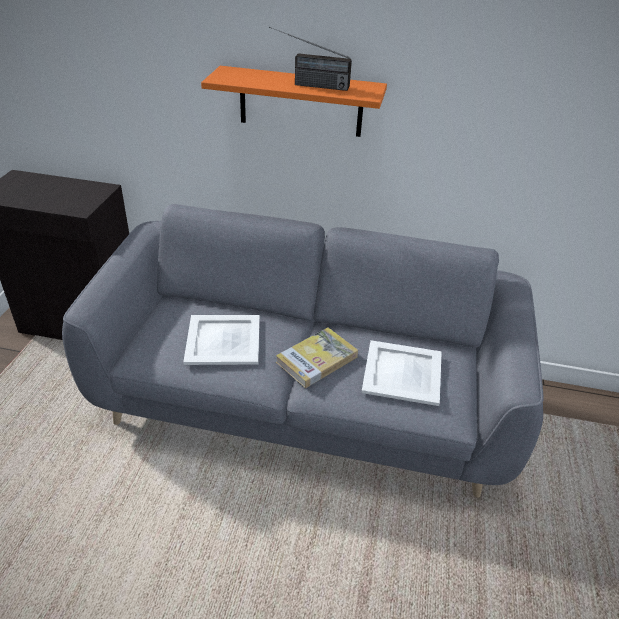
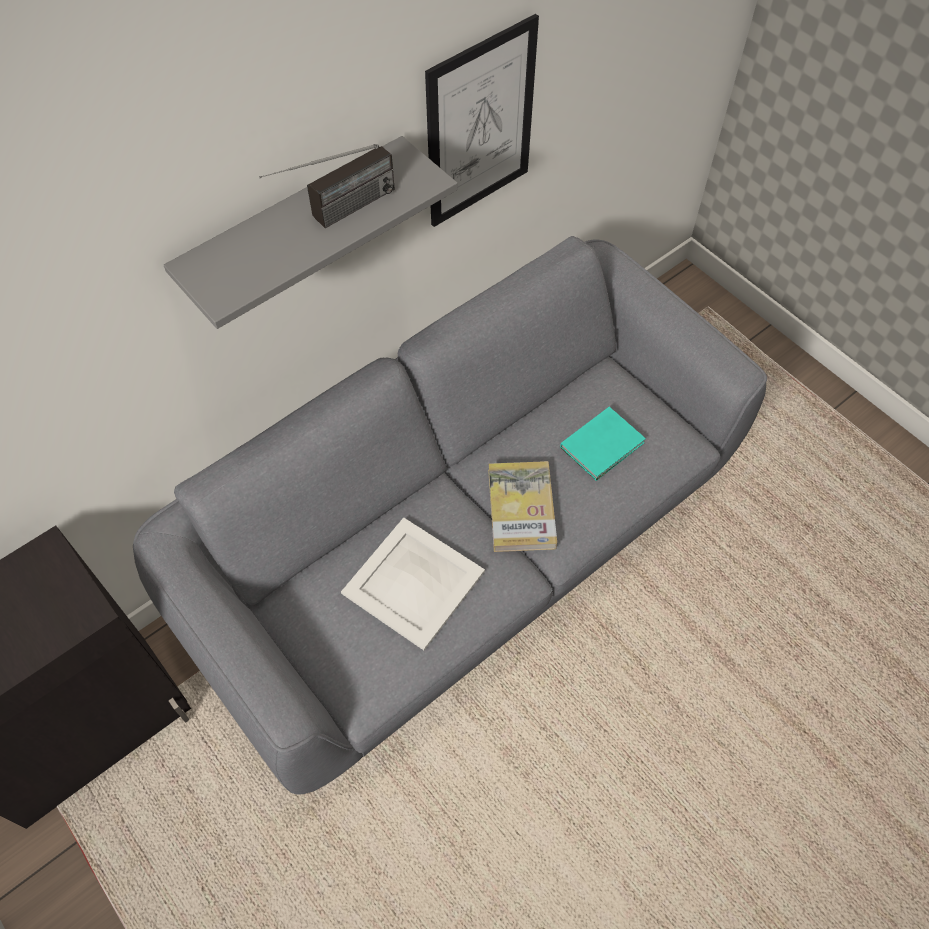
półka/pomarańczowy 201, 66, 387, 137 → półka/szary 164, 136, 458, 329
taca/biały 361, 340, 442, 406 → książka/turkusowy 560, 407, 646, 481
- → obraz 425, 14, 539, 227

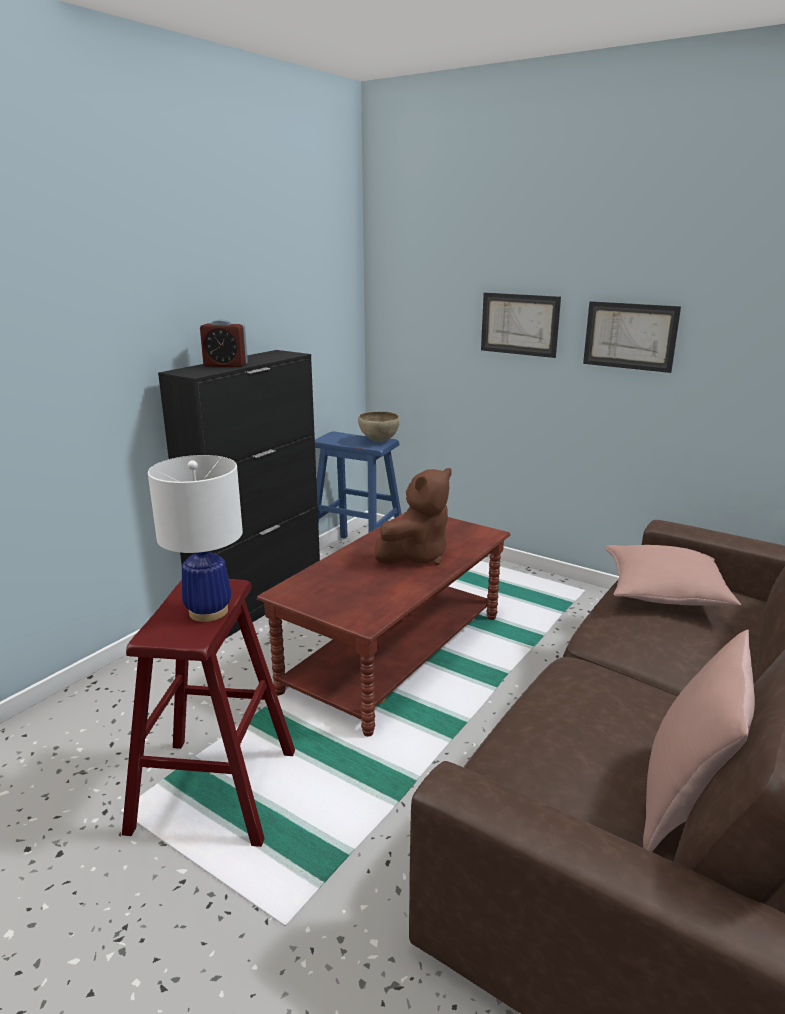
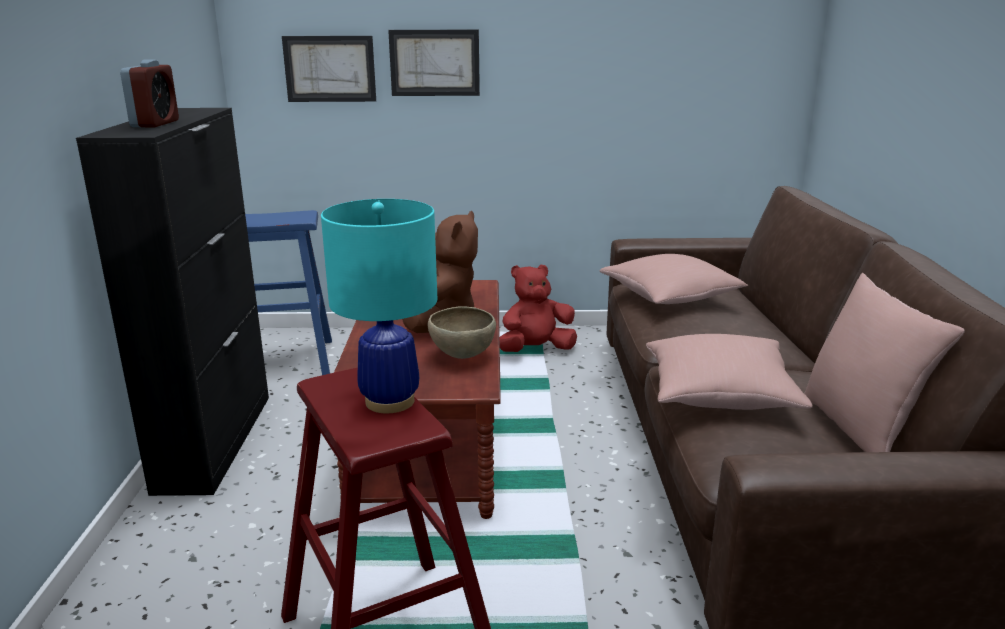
lampa stołowa/biały 148, 455, 243, 622 → lampa stołowa/turkusowy 321, 199, 437, 413
budzik 200, 319, 248, 367 → budzik 120, 60, 179, 127, 60 degrees counterclockwise
miska/brązowy 358, 411, 400, 442 → miska/brązowy 427, 306, 496, 359, relocated
obraz 583, 301, 681, 373 → obraz 282, 36, 376, 102, relocated
- → pluszak/czerwony 500, 265, 577, 352
- → poduszka/różowy 646, 334, 813, 410

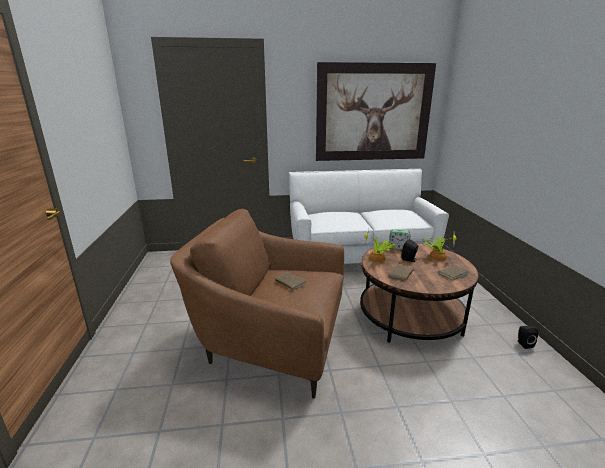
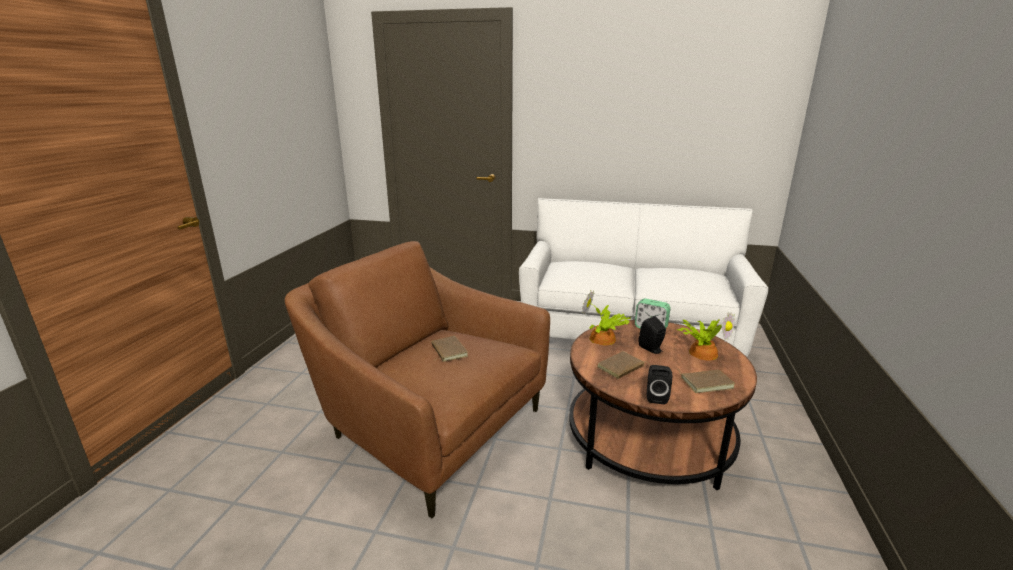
obraz 316, 62, 436, 161 → -
głośnik/czarny 518, 326, 538, 349 → głośnik/czarny 647, 365, 672, 404, relocated

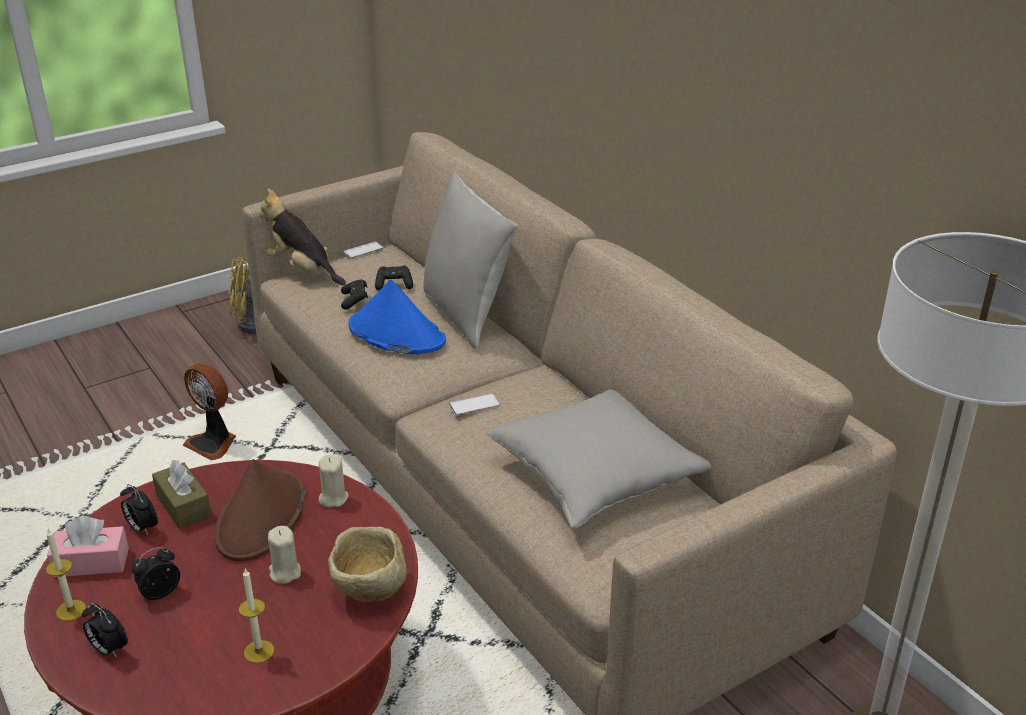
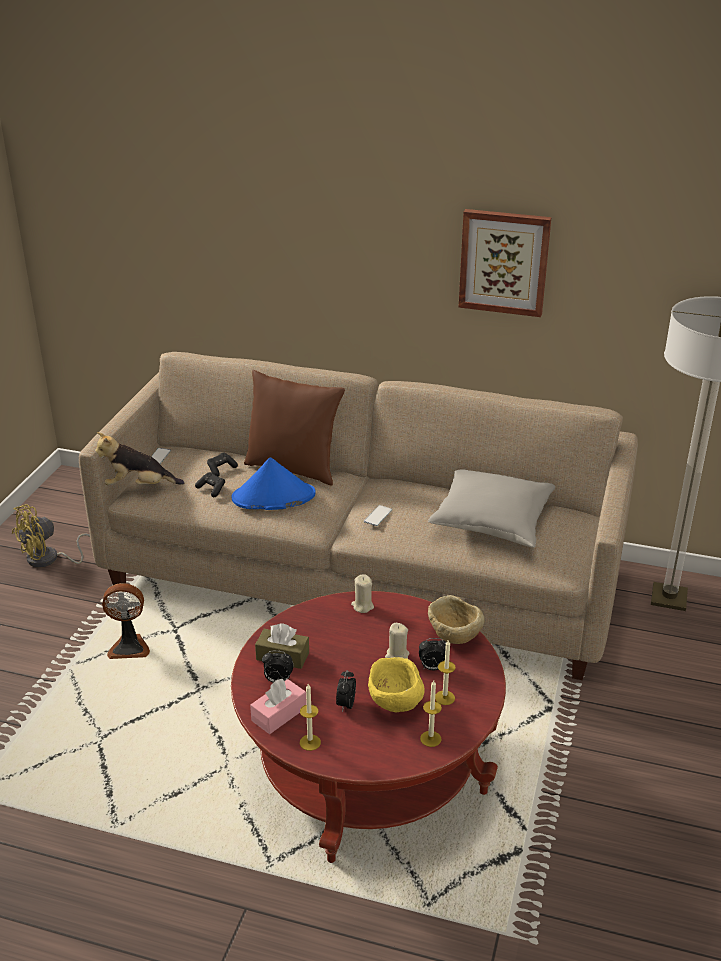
budzik 82, 603, 128, 658 → budzik 419, 638, 446, 670, relocated
kapelusz/brązowy 214, 459, 305, 561 → -
poduszka/szary 423, 172, 518, 349 → poduszka/brązowy 244, 370, 345, 485
- → miska/żółty 368, 657, 425, 712
- → świeca 420, 680, 442, 747
- → obraz 458, 209, 552, 317

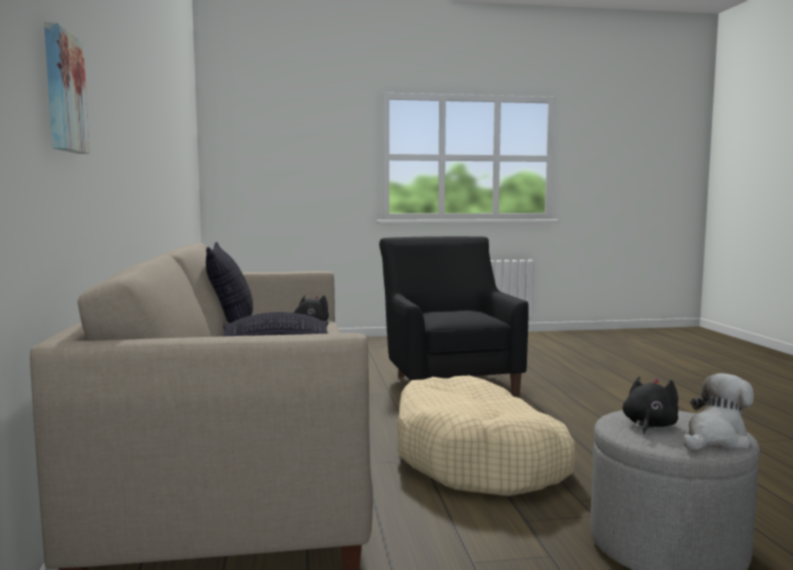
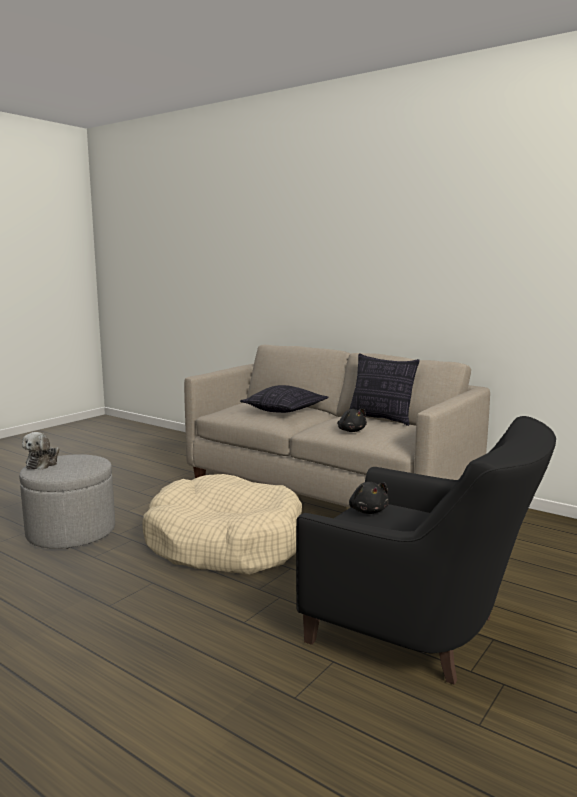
obraz 44, 22, 90, 154 → -
pluszak/czarny 623, 376, 678, 434 → pluszak/czarny 349, 482, 389, 514, relocated

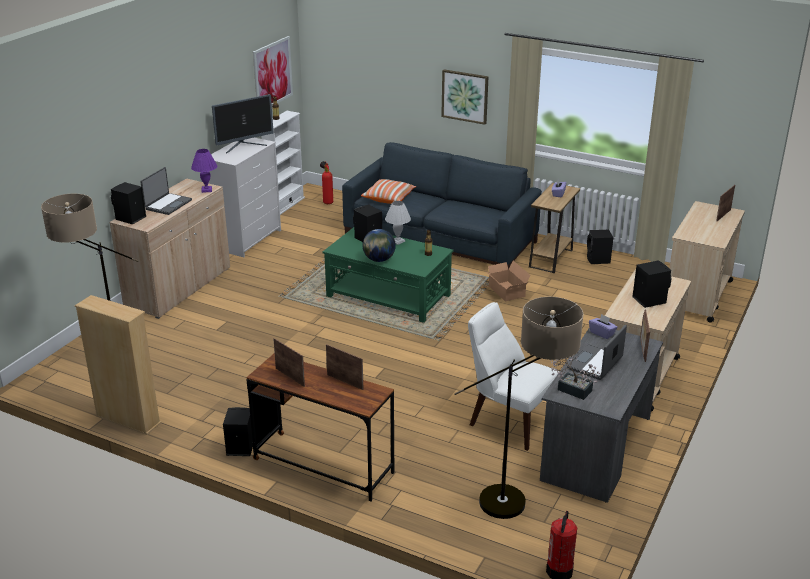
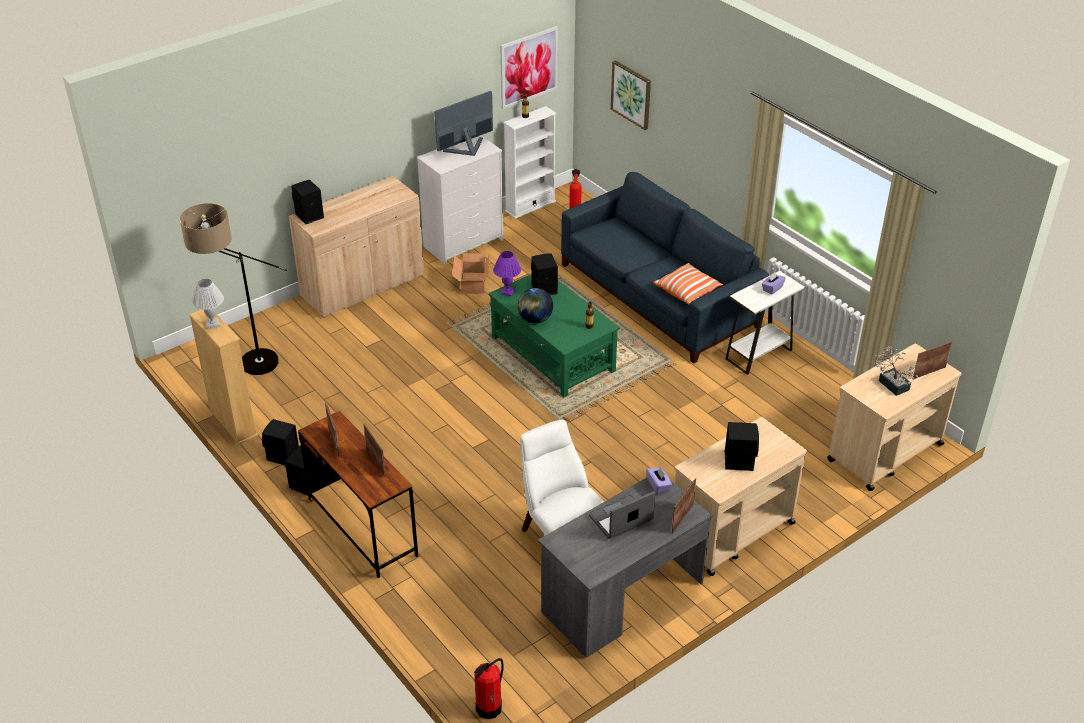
laptop 140, 167, 192, 215 → -
lampa stołowa/fioletowy 191, 149, 217, 193 → lampa stołowa/fioletowy 493, 251, 521, 296, relocated
monitor 212, 94, 274, 153 → monitor 434, 91, 493, 156, 150 degrees clockwise
poduszka 361, 179, 416, 204 → poduszka 653, 263, 723, 304, relocated
lampa stołowa/biały 385, 201, 411, 245 → lampa stołowa/biały 192, 279, 224, 329, relocated
obraz 441, 69, 489, 125 → obraz 611, 60, 651, 130, relocated
lampa stojąca 454, 297, 584, 519 → -
karton 483, 261, 530, 302 → karton 452, 254, 490, 294, relocated
stolik/brązowy 529, 183, 580, 273 → stolik/biały 725, 271, 805, 375
roślina doniczkowa 550, 352, 600, 400 → roślina doniczkowa 875, 344, 919, 396, relocated
głośnik/czarny 587, 230, 613, 264 → głośnik/czarny 262, 419, 299, 465, relocated

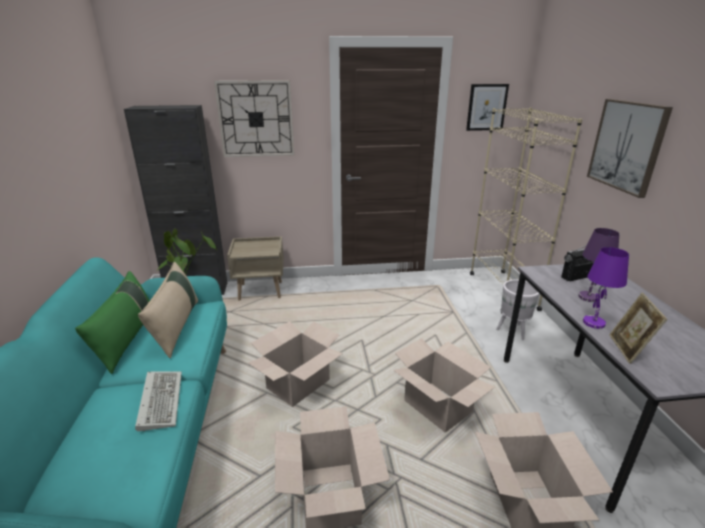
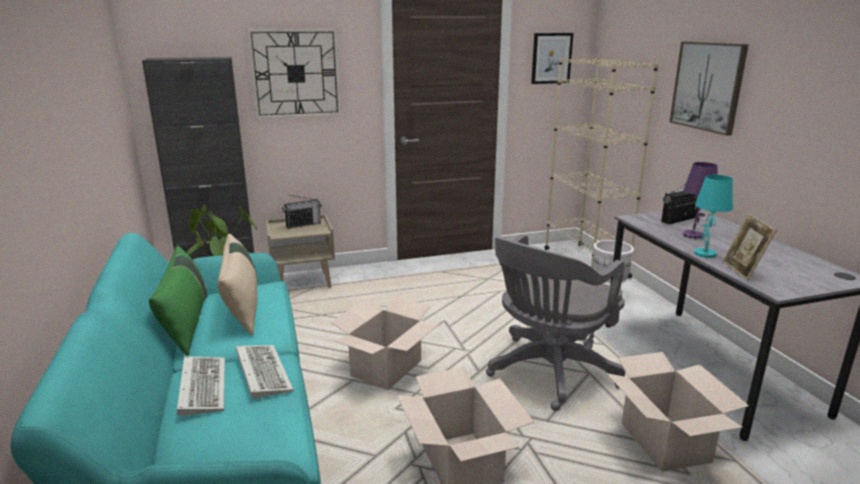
karton 393, 338, 495, 433 → krzesło biurowe/szary 486, 234, 625, 411
lampa stołowa/fioletowy 583, 247, 629, 329 → lampa stołowa/turkusowy 694, 175, 733, 258
- → klawiatura 177, 356, 225, 417
- → radio 282, 194, 322, 229

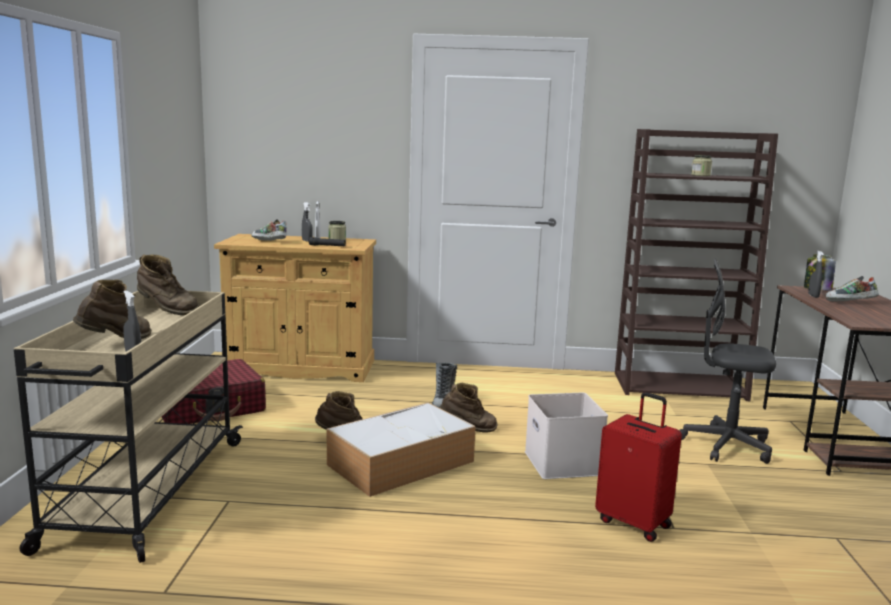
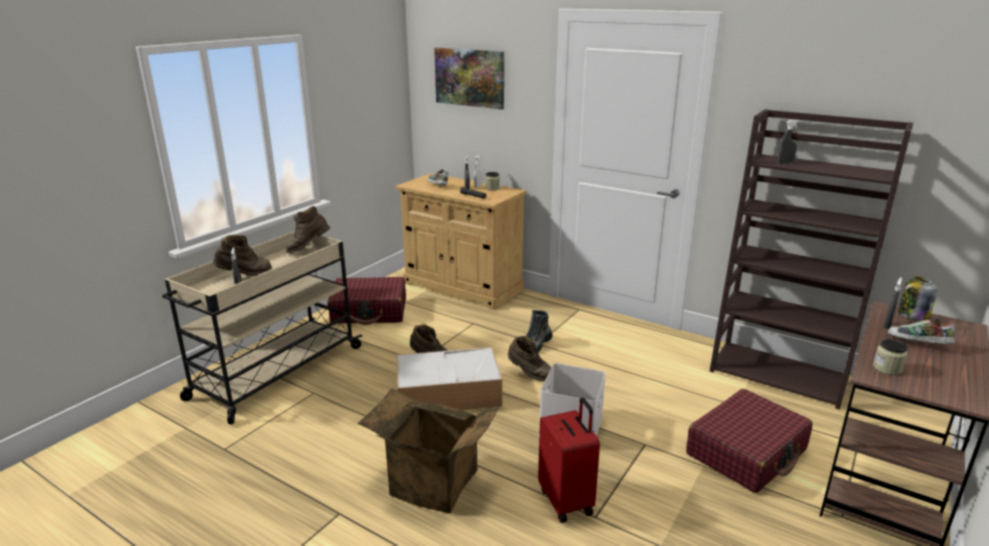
but z cholewką/brązowy 137, 254, 200, 315 → but z cholewką/brązowy 286, 206, 330, 253, 90 degrees clockwise
krzesło biurowe/szary 679, 258, 776, 464 → walizka/czerwony 686, 389, 813, 493
słoik 691, 155, 712, 176 → słoik 873, 339, 907, 375, relocated
- → karton 357, 389, 499, 513
- → obraz 434, 48, 504, 109
- → spryskiwacz/szary 777, 120, 800, 164

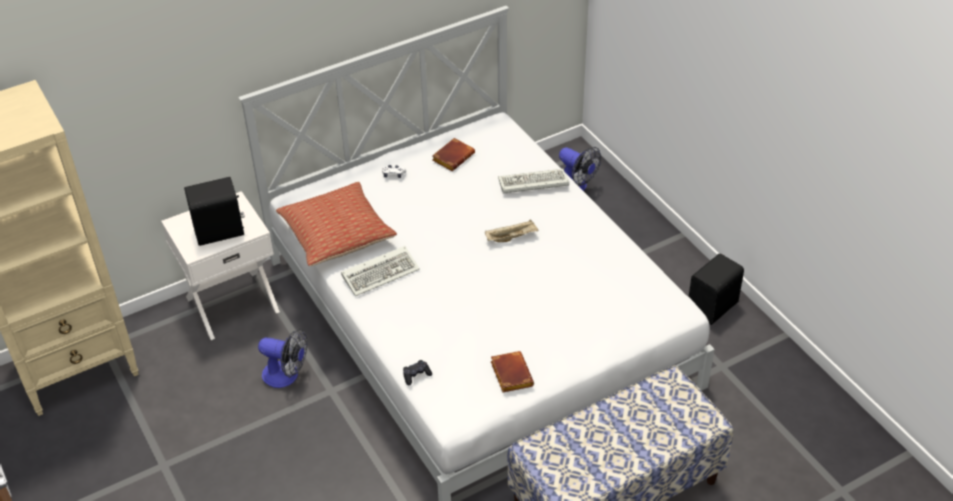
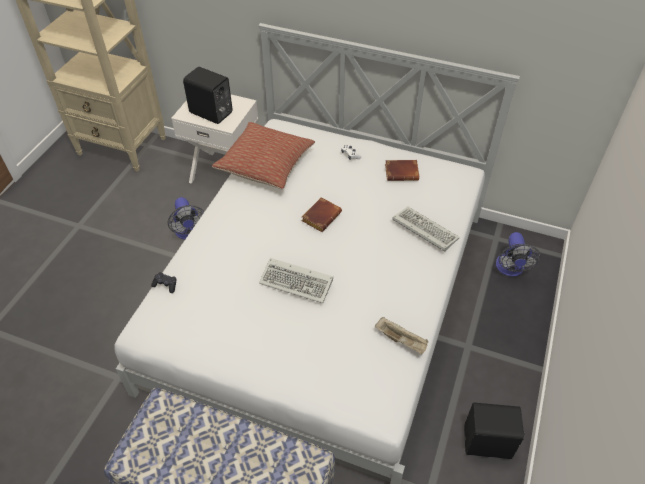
klawiatura 341, 246, 420, 296 → klawiatura 259, 258, 333, 303, relocated
taca/beżowy 485, 219, 539, 242 → taca/beżowy 375, 317, 428, 355, relocated
książka/brązowy 490, 351, 534, 392 → książka/brązowy 301, 197, 342, 232, relocated

